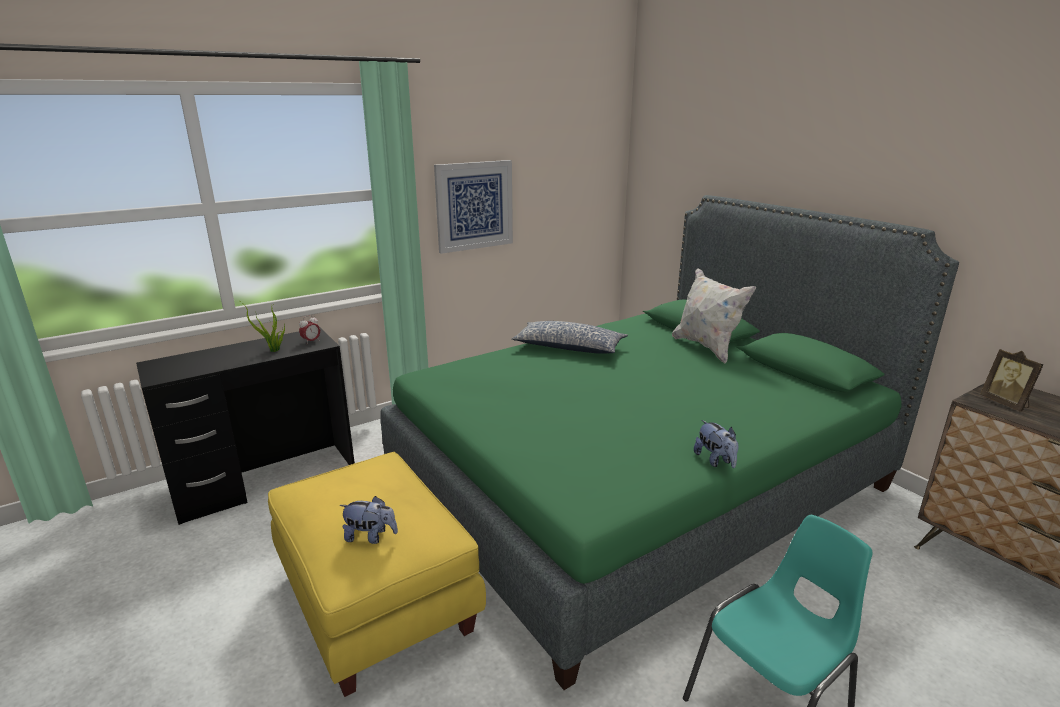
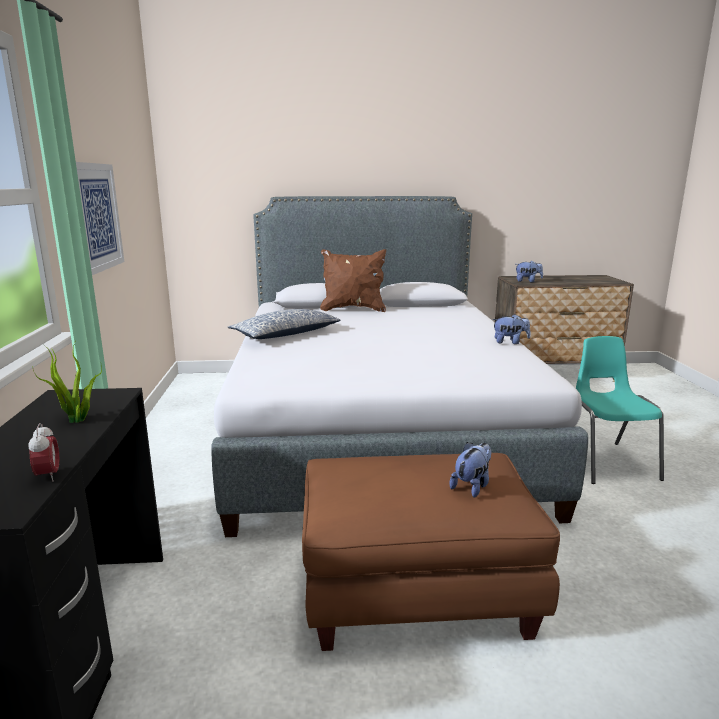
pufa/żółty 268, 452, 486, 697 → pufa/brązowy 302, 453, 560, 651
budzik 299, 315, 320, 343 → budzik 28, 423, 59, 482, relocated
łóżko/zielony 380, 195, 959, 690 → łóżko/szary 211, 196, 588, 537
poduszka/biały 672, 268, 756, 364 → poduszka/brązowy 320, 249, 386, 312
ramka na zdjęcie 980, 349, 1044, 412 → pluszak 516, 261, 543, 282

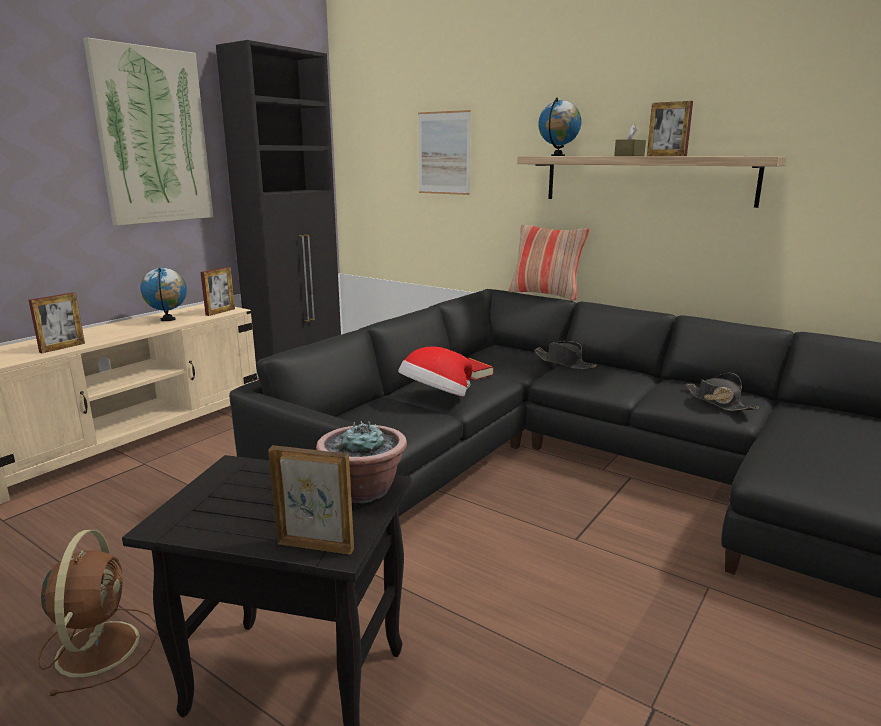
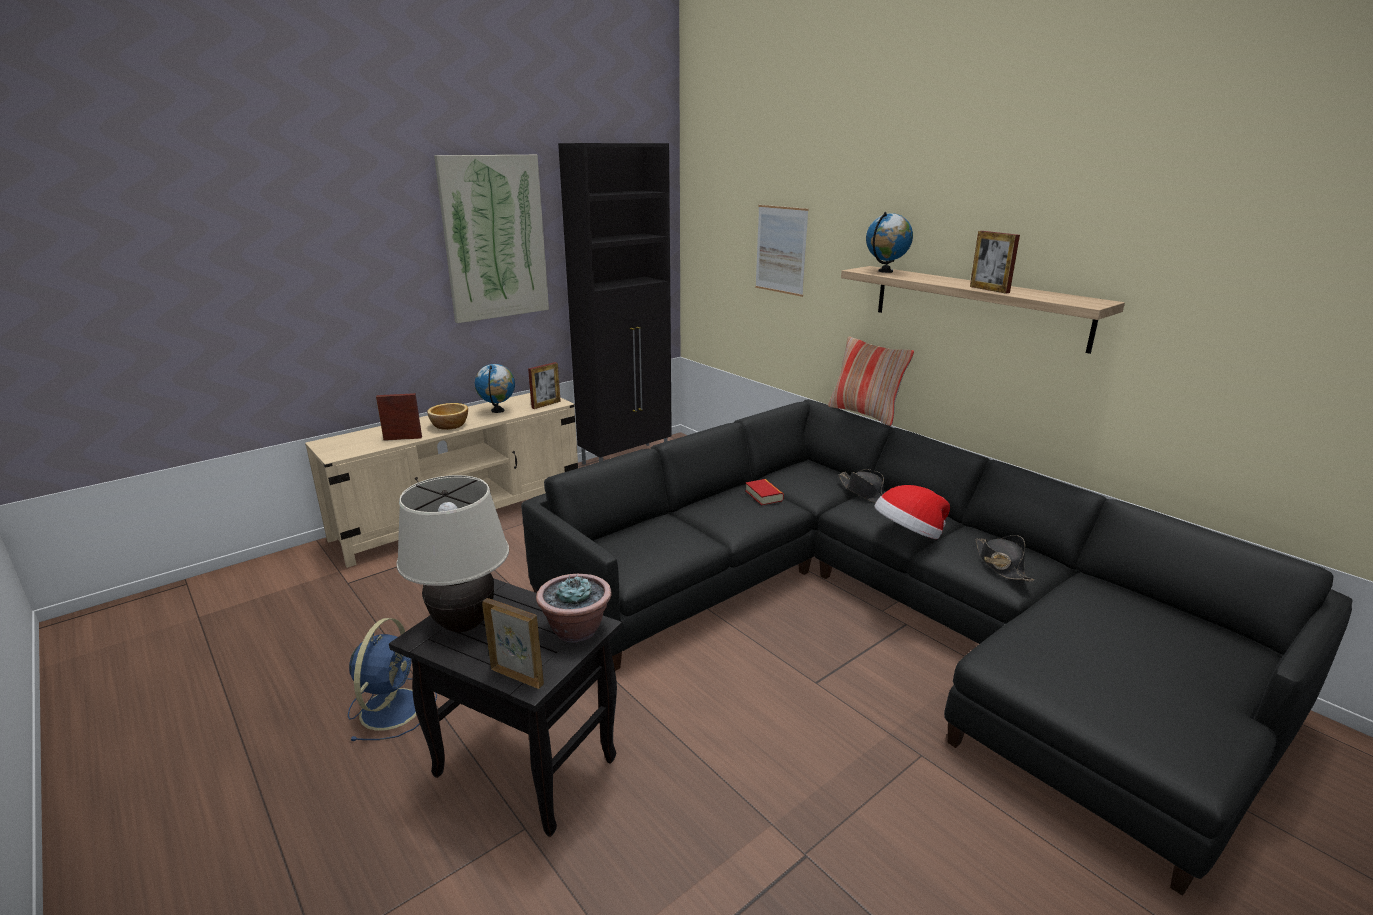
ramka na zdjęcie 29, 293, 85, 353 → ramka na zdjęcie 376, 393, 422, 441, 150 degrees counterclockwise
wentylator/brązowy 38, 530, 157, 696 → wentylator/niebieski 348, 618, 437, 741
kapelusz 398, 347, 473, 397 → kapelusz 874, 485, 950, 539, relocated
pudełko chusteczek/brązowy 614, 124, 646, 156 → -
- → lampa stołowa/beżowy 397, 475, 509, 632
- → miska 427, 403, 468, 430

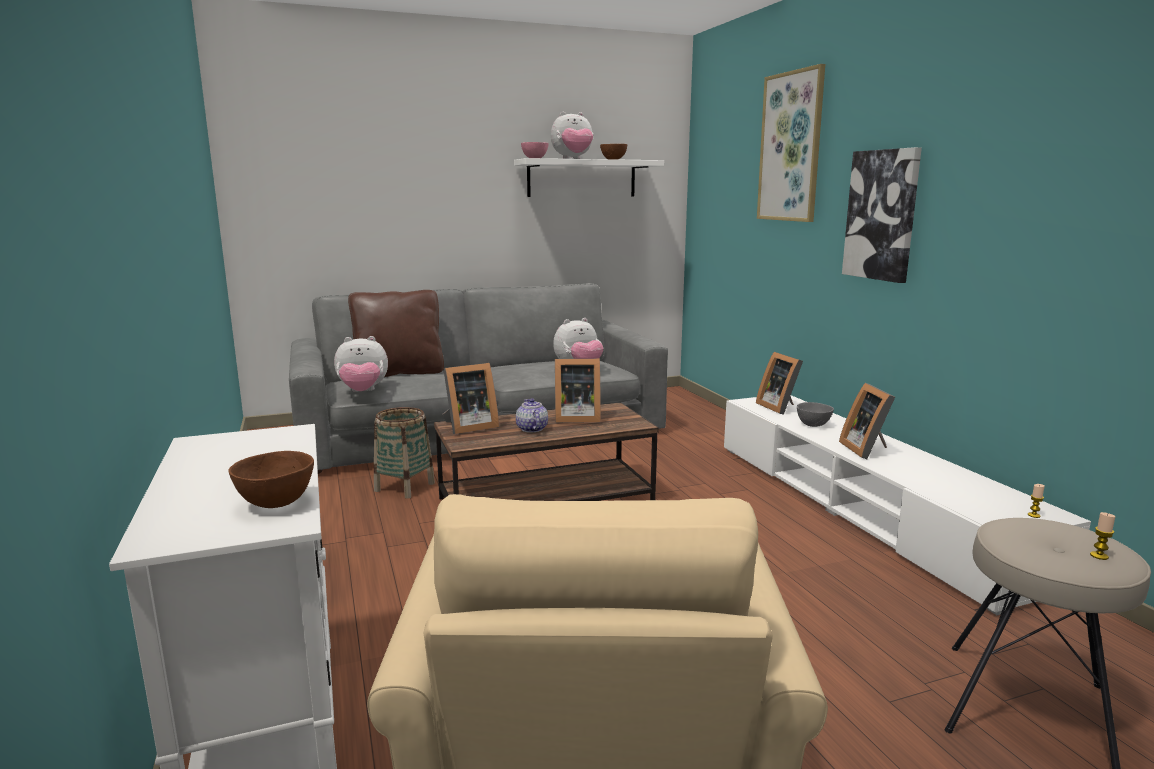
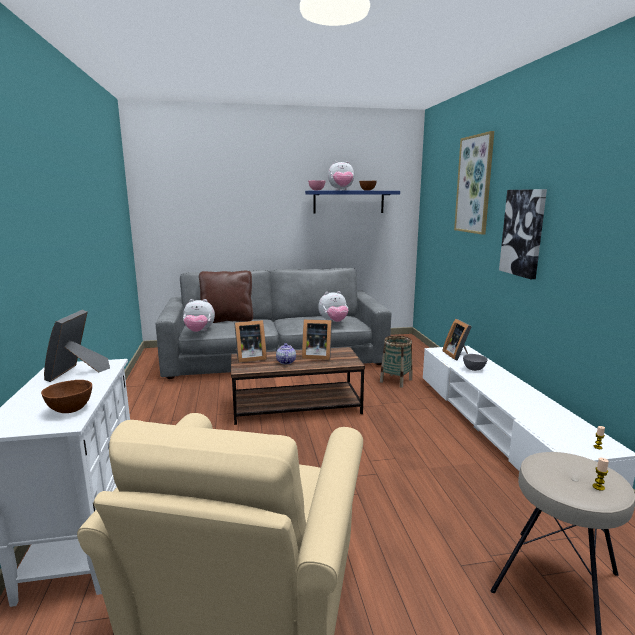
koszyk 374, 407, 435, 498 → koszyk 380, 335, 412, 388, relocated
półka/biały 514, 158, 664, 197 → półka/niebieski 305, 191, 400, 214
ramka na zdjęcie 839, 383, 895, 459 → ramka na zdjęcie 44, 310, 110, 382, relocated

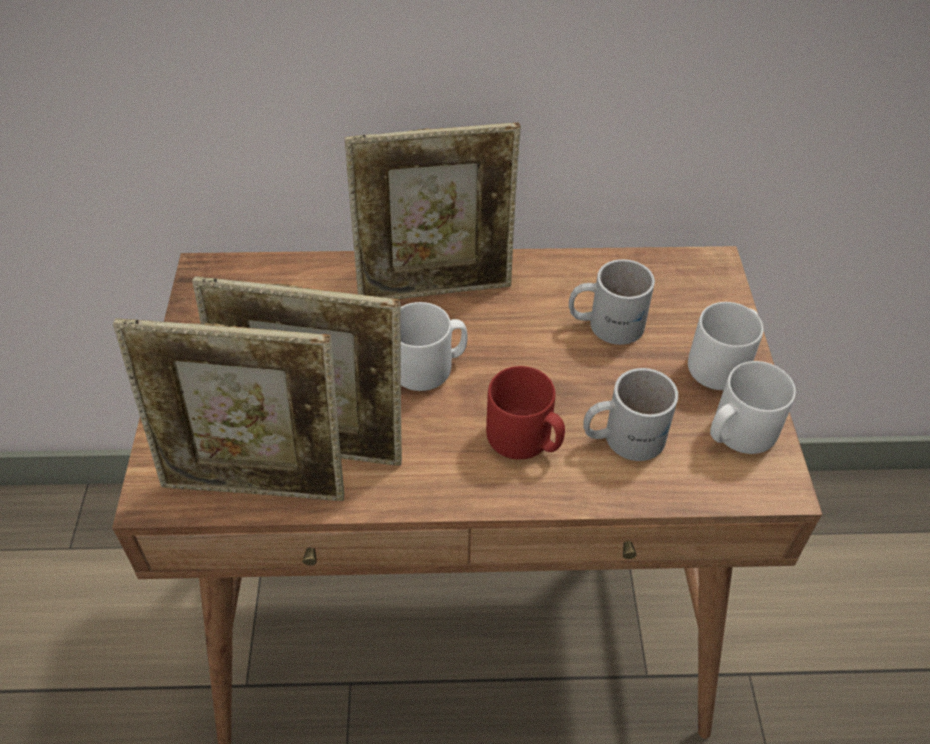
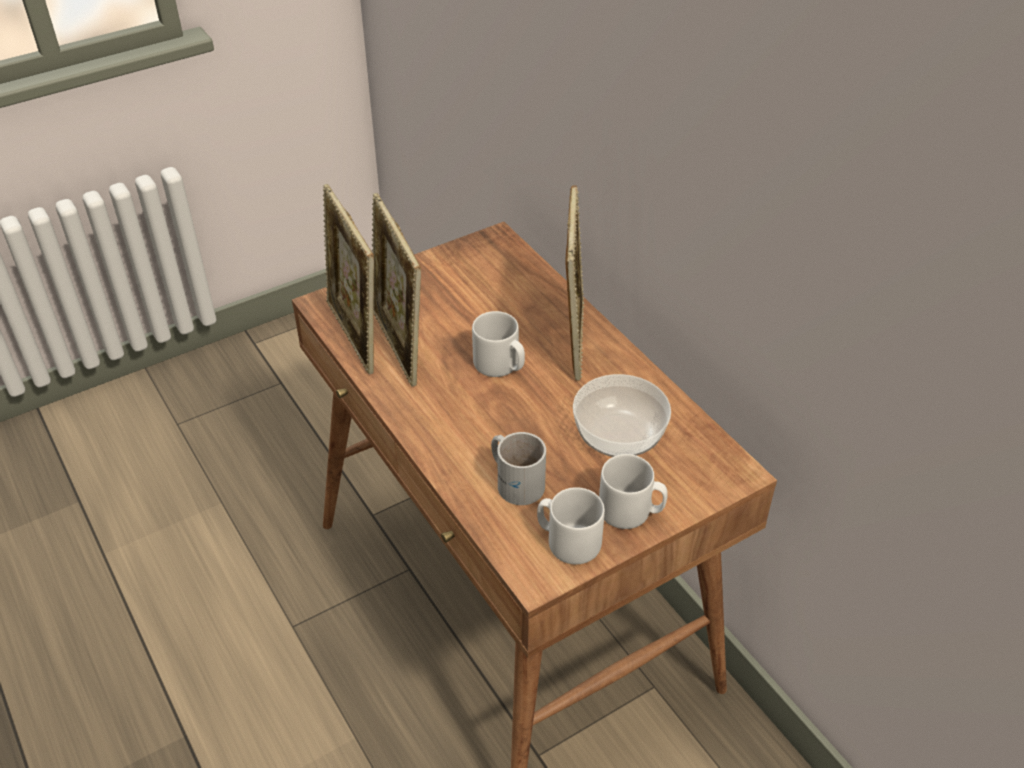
ramka na zdjęcie 345, 123, 521, 299 → ramka na zdjęcie 565, 185, 584, 381, 135 degrees counterclockwise
kubek/czerwony 486, 366, 565, 460 → -
kubek/biały 569, 259, 655, 345 → miska 573, 374, 671, 457

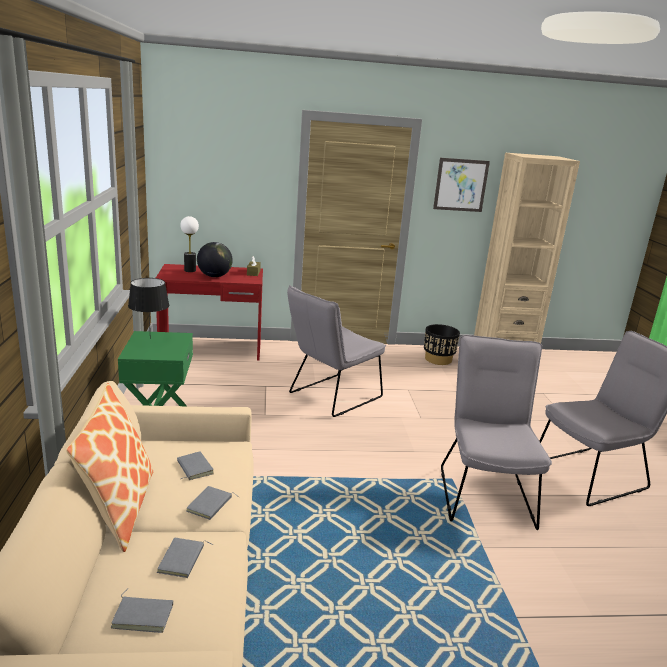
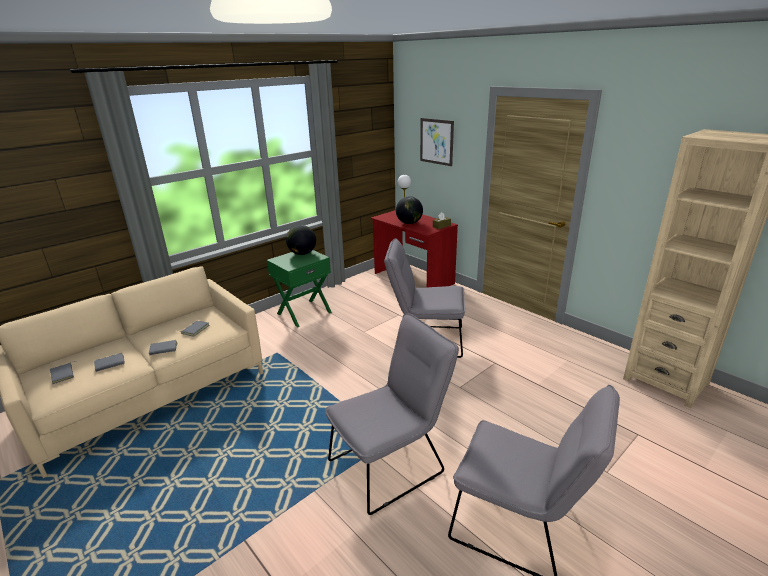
poduszka 66, 383, 153, 552 → -
lampa stołowa/czarny 128, 278, 169, 339 → globus 286, 225, 316, 255
donica/czarny 424, 324, 460, 365 → -
obraz 433, 158, 490, 212 → obraz 420, 118, 454, 166, relocated

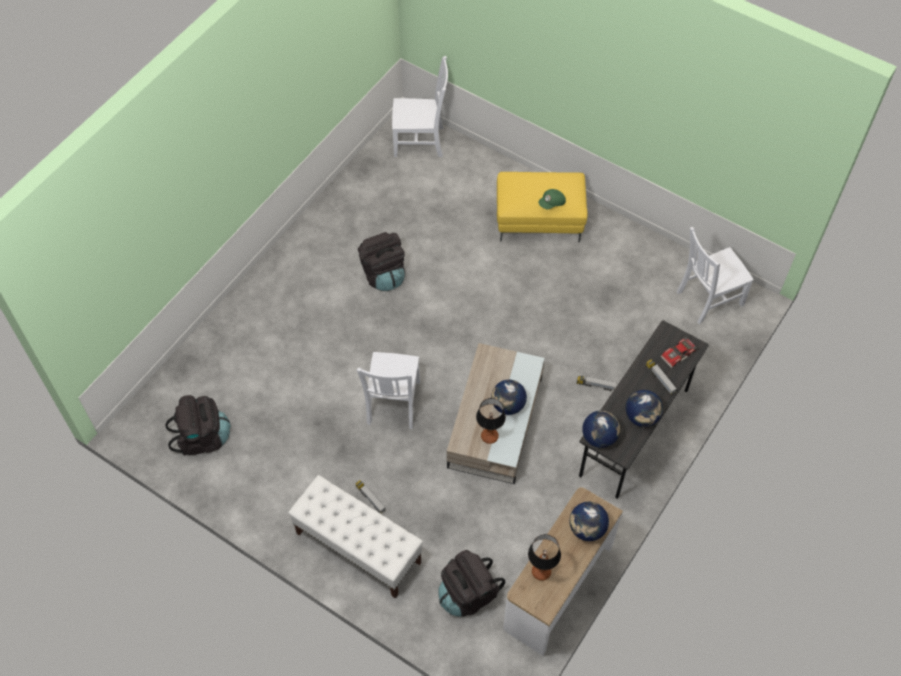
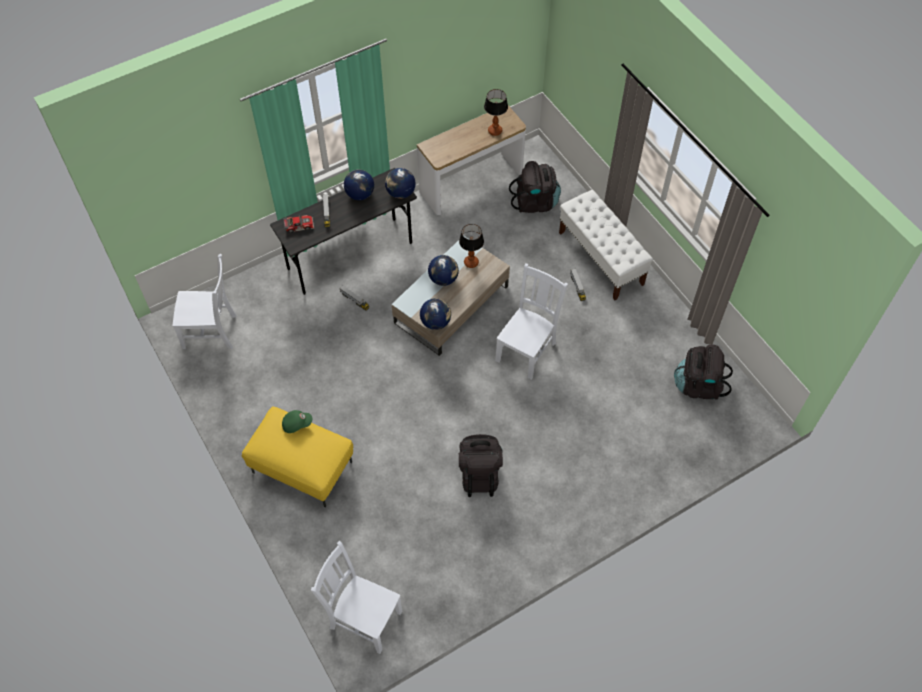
globus 569, 502, 609, 541 → globus 420, 298, 451, 330, relocated

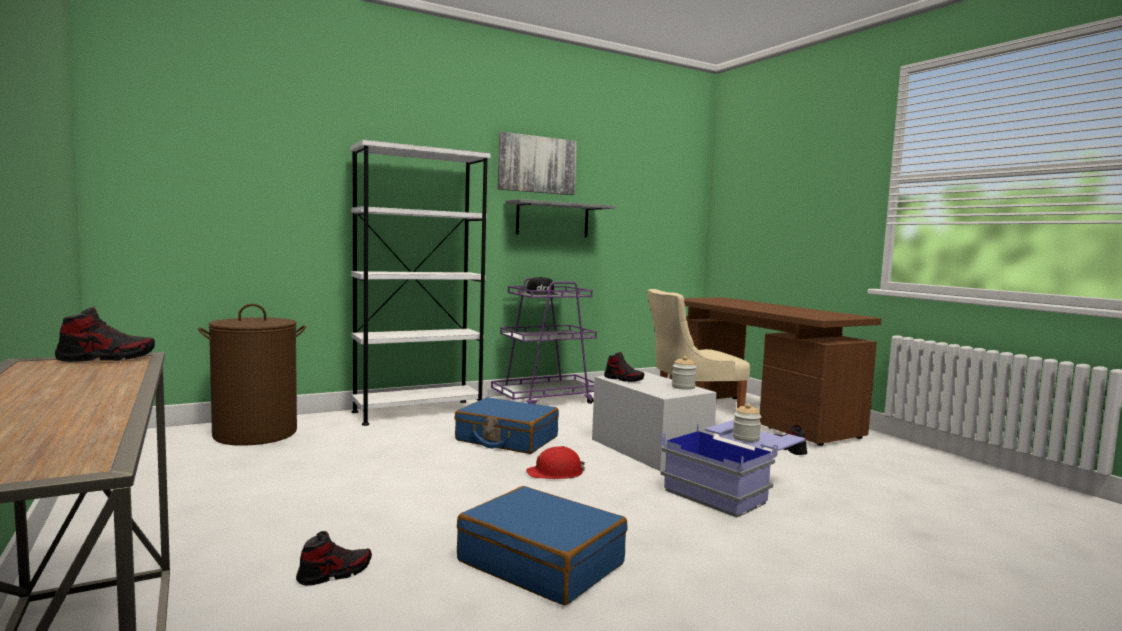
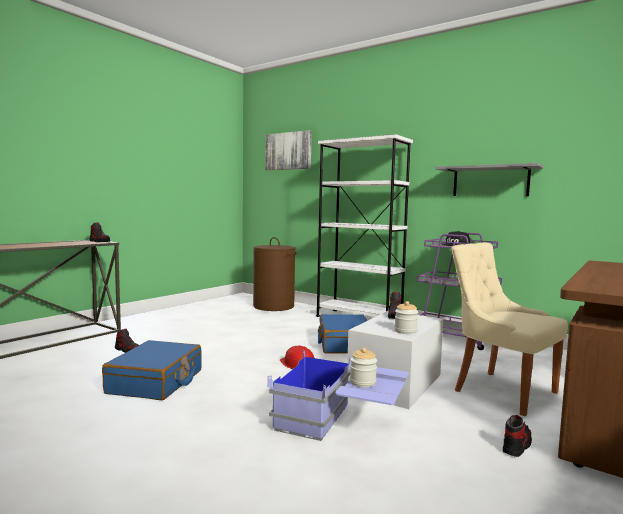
obraz 498, 132, 577, 195 → obraz 265, 130, 312, 170, relocated

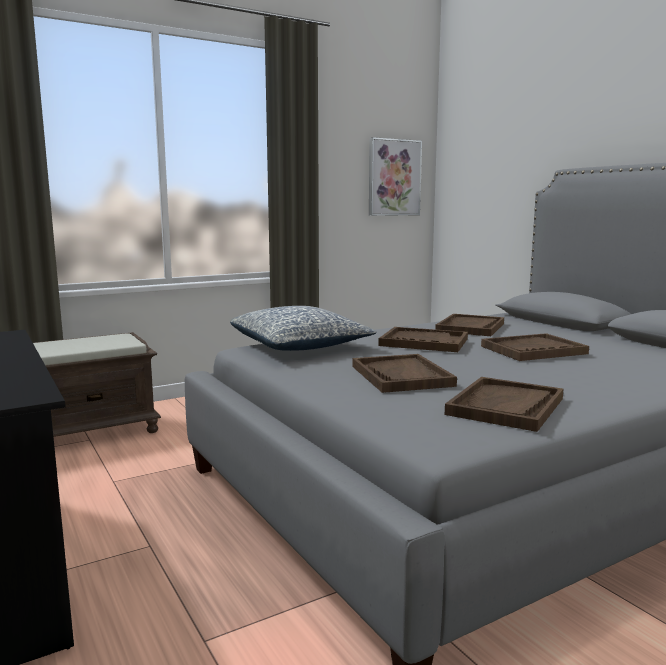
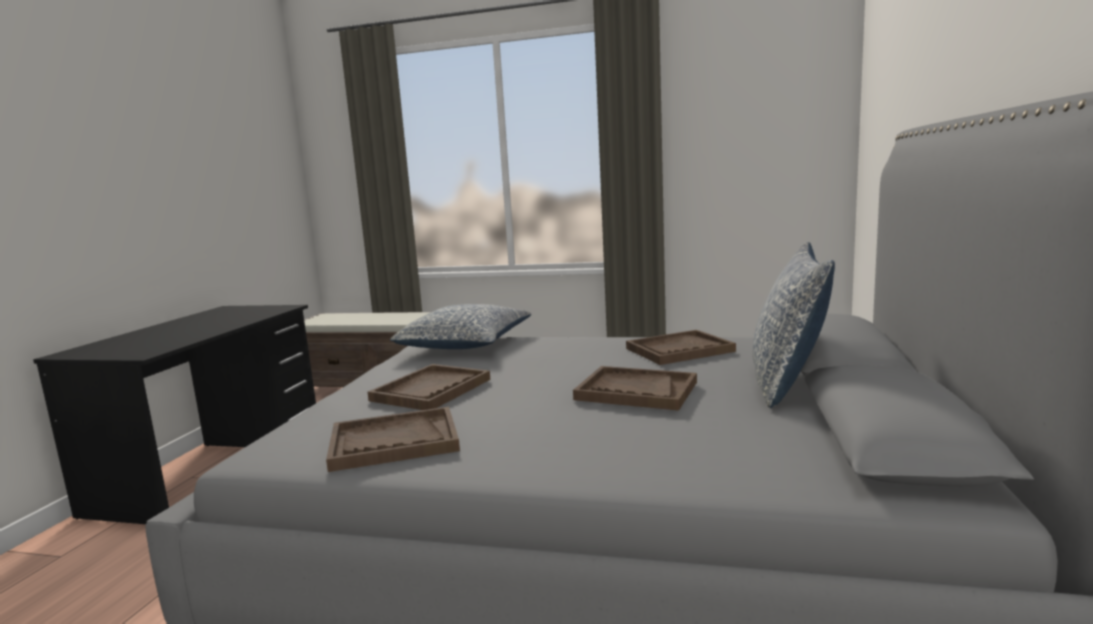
obraz 369, 137, 422, 216 → -
taca/brązowy 378, 327, 468, 352 → -
- → poduszka 752, 242, 835, 408

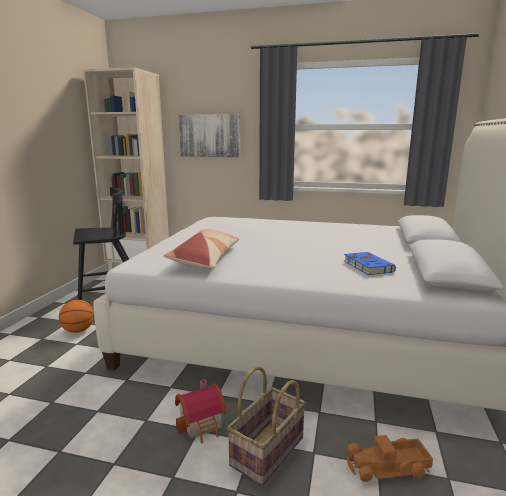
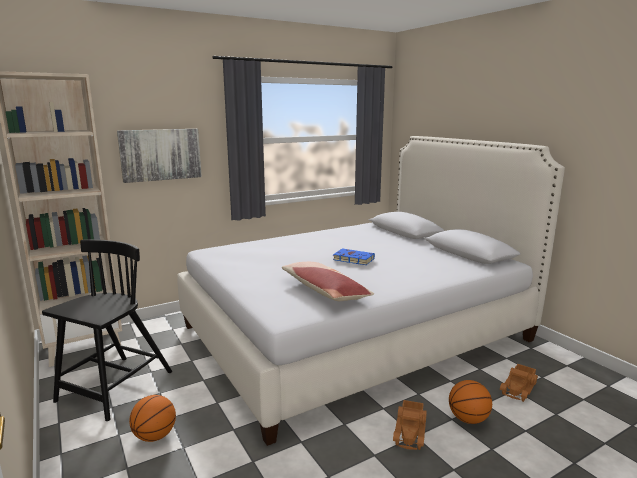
domek 175, 379, 226, 443 → ciężarówka zabawkowa 393, 400, 427, 450
koszyk 227, 366, 306, 486 → piłka do koszykówki 449, 380, 492, 424
książka/niebieski 344, 252, 396, 275 → książka/niebieski 333, 248, 375, 265, relocated

